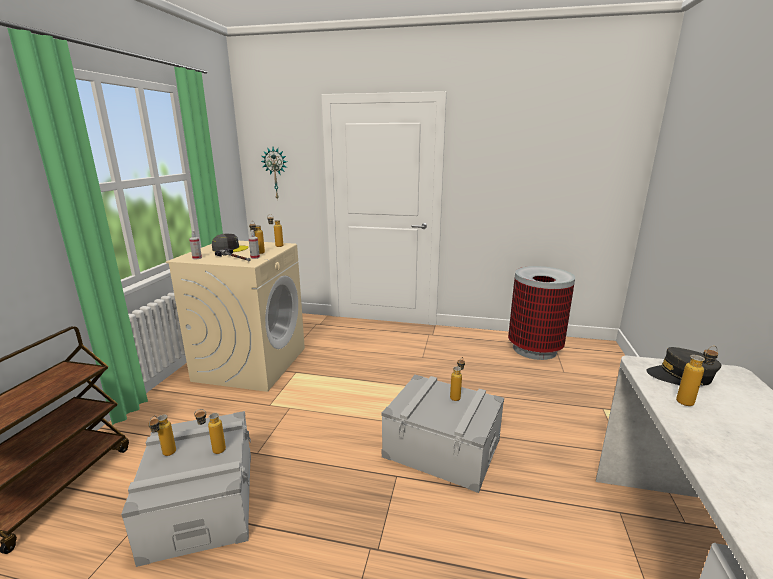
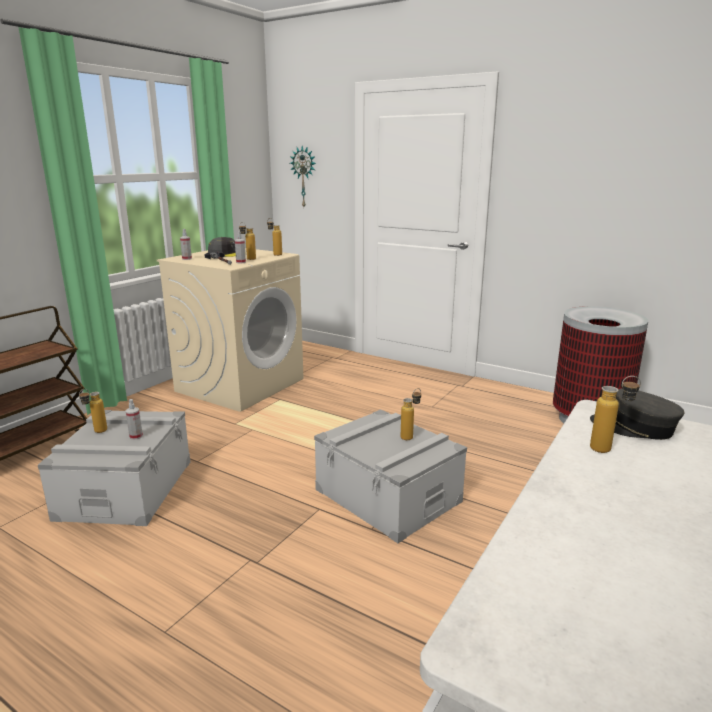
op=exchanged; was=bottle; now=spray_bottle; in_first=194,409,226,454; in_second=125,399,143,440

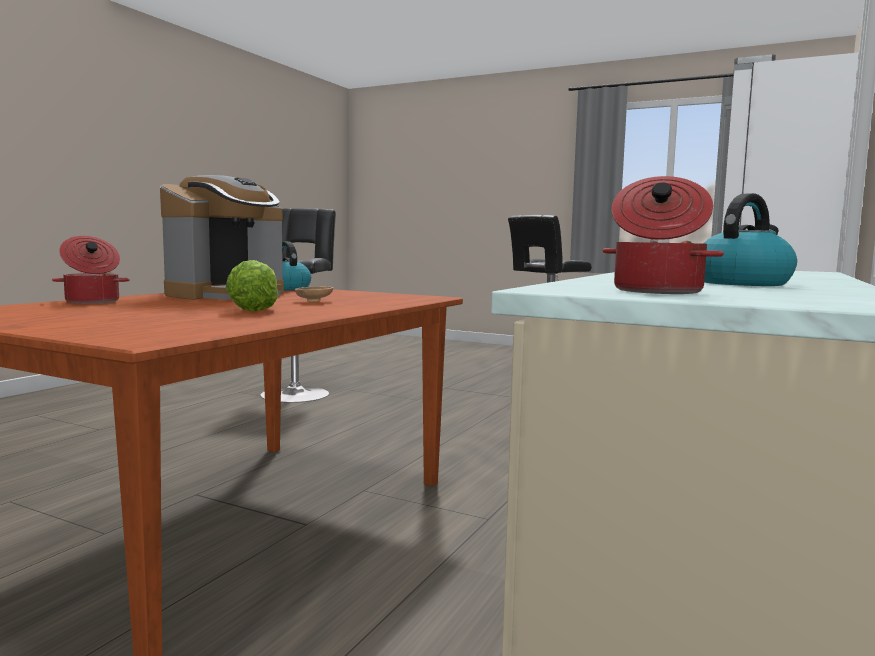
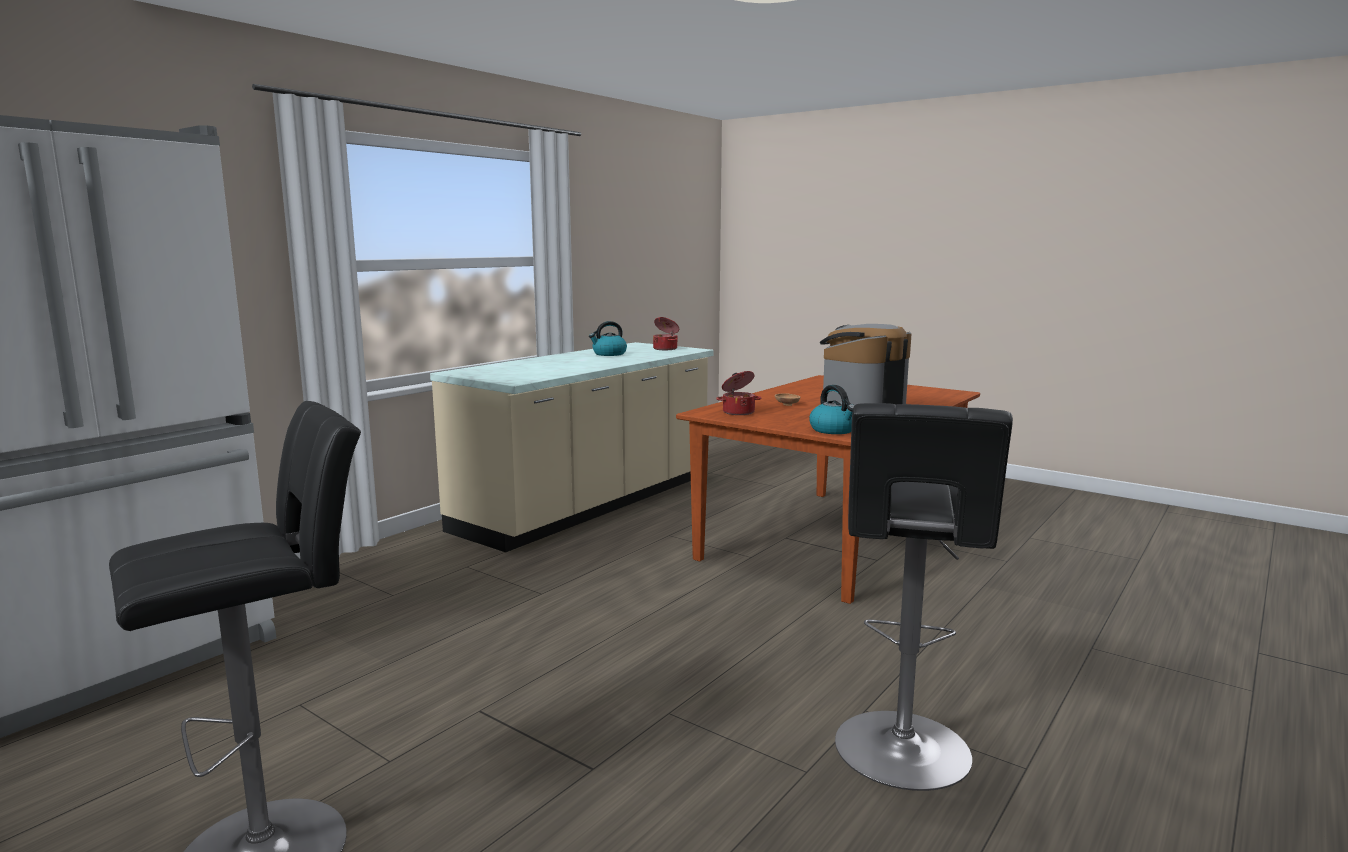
op=relocated; was=cooking_pot; in_first=52,236,130,304; in_second=716,371,761,415
op=missing; was=lettuce; in_first=226,260,278,312

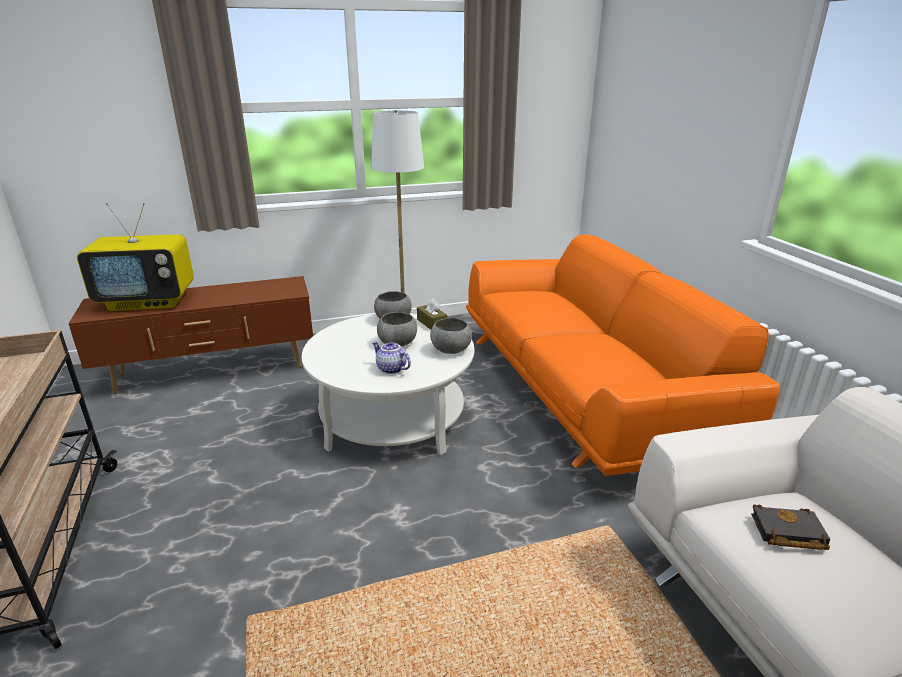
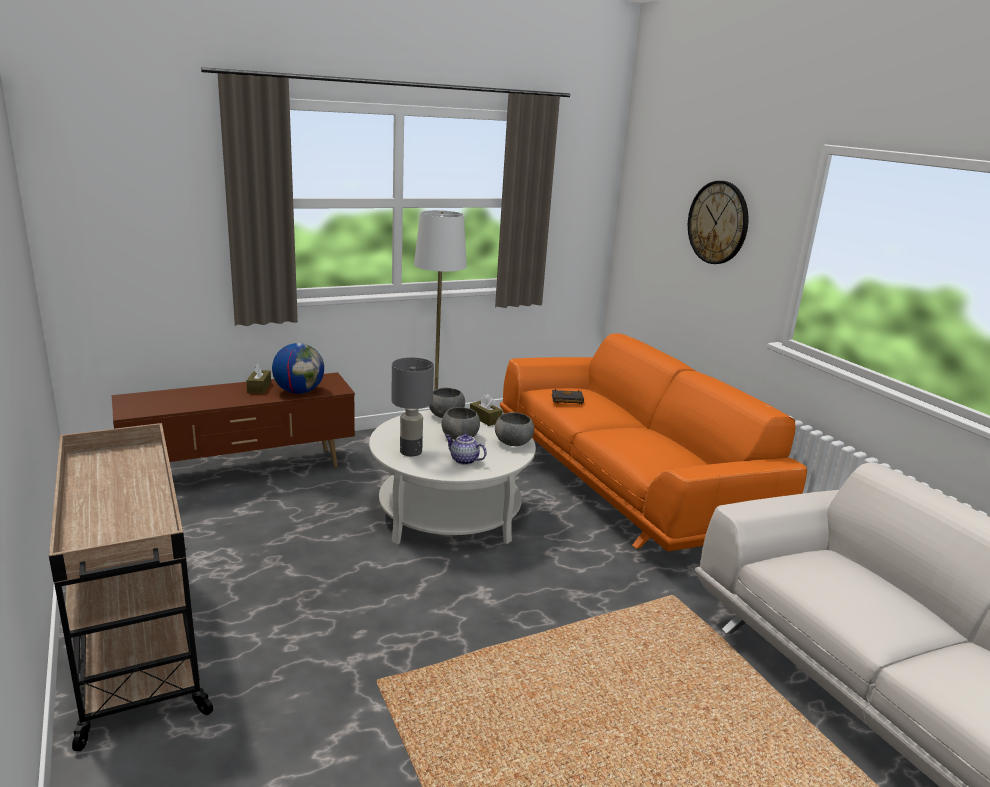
op=missing; was=television; in_first=77,203,194,311
op=relocated; was=black_book; in_first=751,505,830,550; in_second=552,389,584,404
op=appeared; now=wall_clock; in_second=688,181,748,264
op=appeared; now=globe; in_second=272,343,324,394
op=appeared; now=grey_table_lamp; in_second=391,357,434,456
op=appeared; now=brown_tissue_box; in_second=246,363,271,394

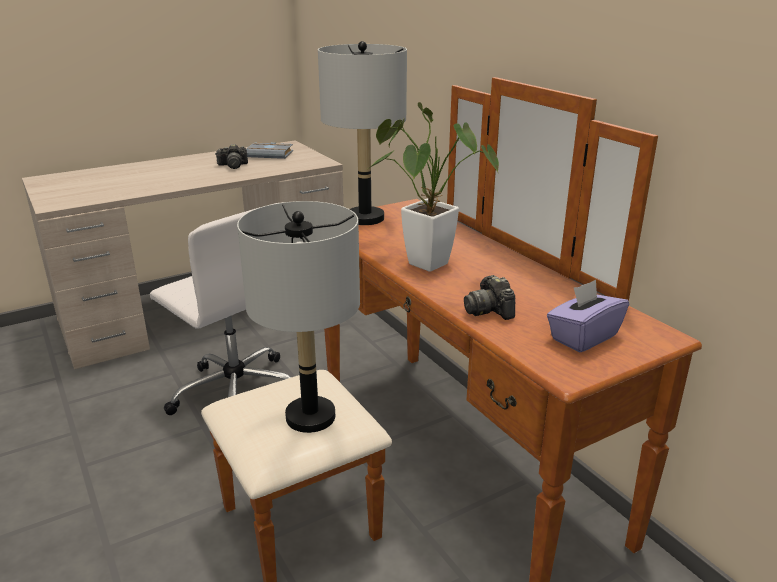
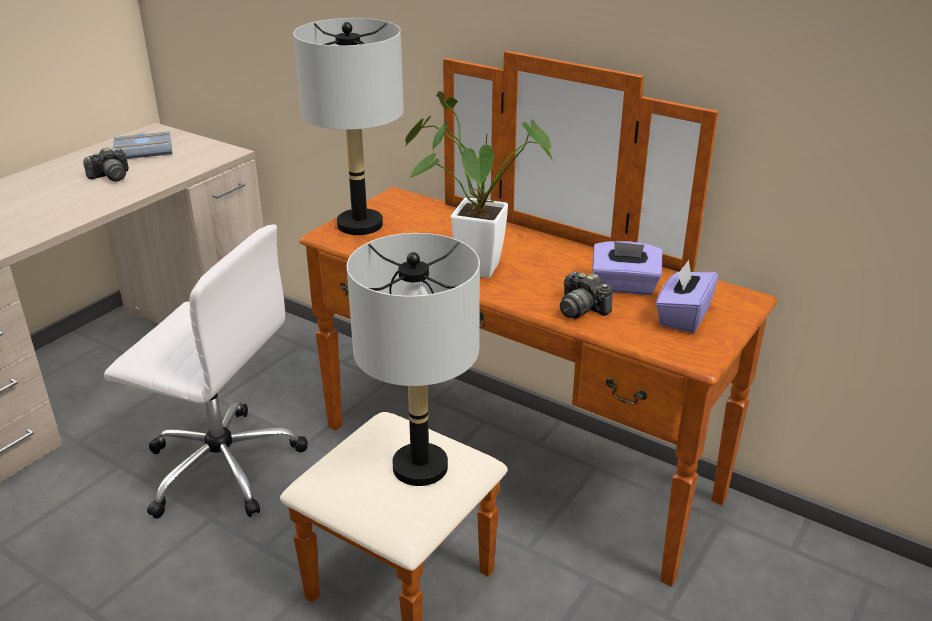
op=appeared; now=purple_tissue_box; in_second=592,241,662,295

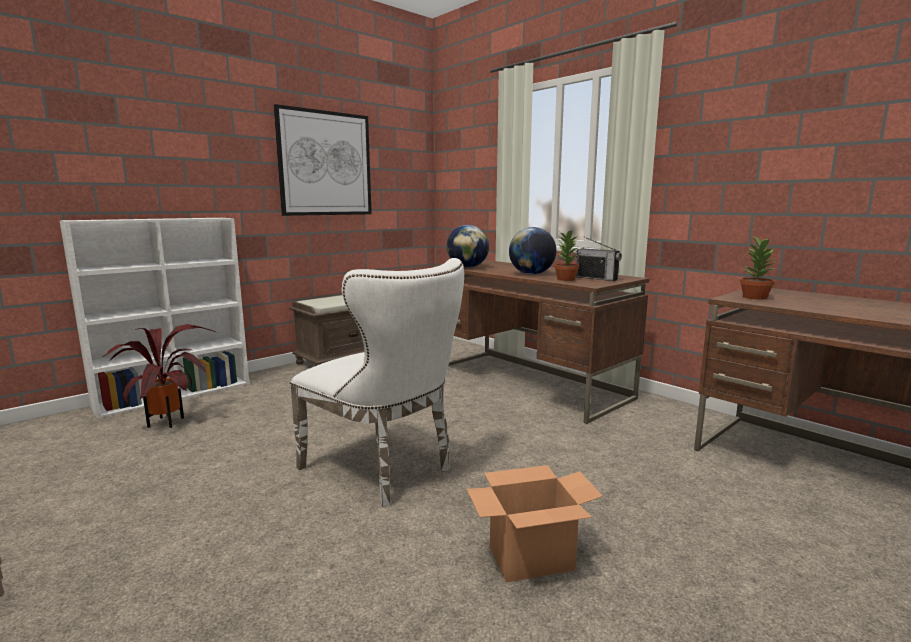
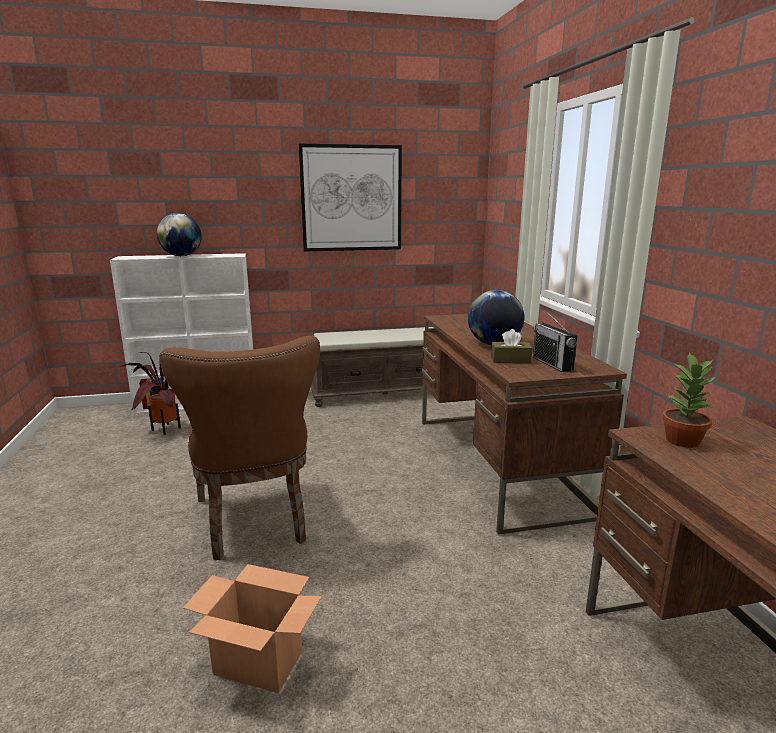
op=relocated; was=globe; in_first=447,225,489,268; in_second=157,213,202,256
op=exchanged; was=potted_plant; now=brown_tissue_box; in_first=554,231,579,281; in_second=491,329,532,363
op=colour; was=white_chair; now=brown_chair; in_first=290,258,464,507; in_second=160,336,320,560

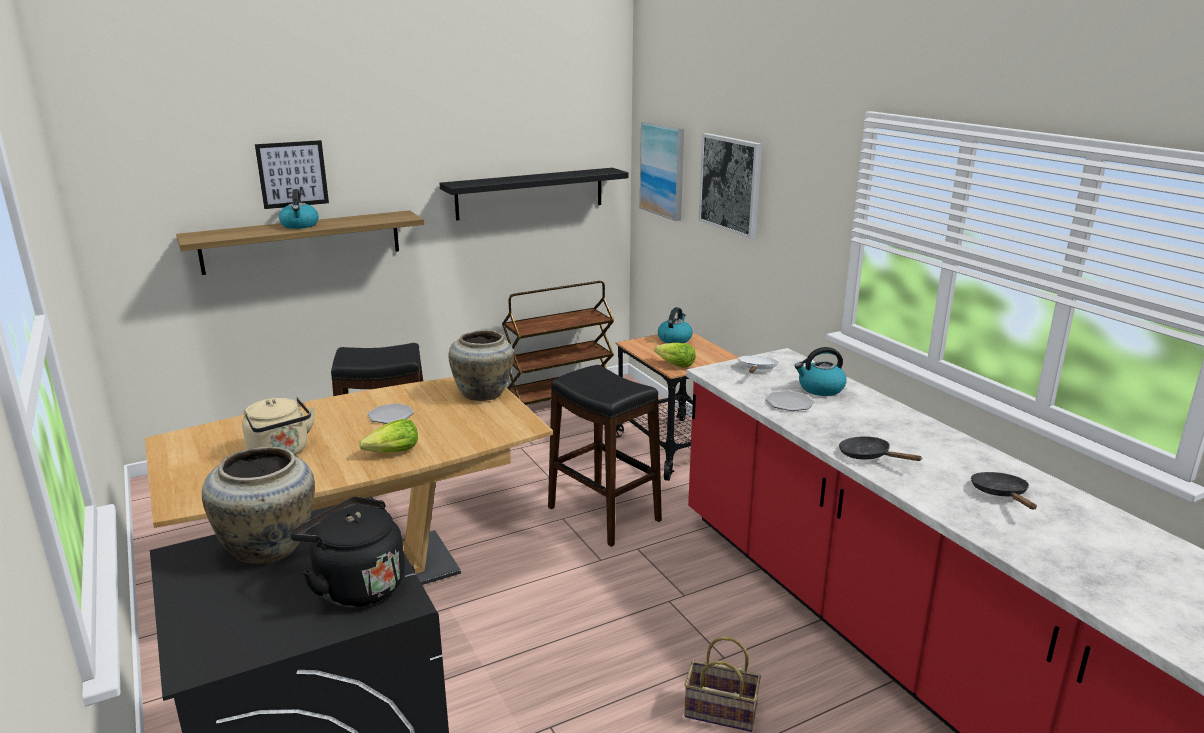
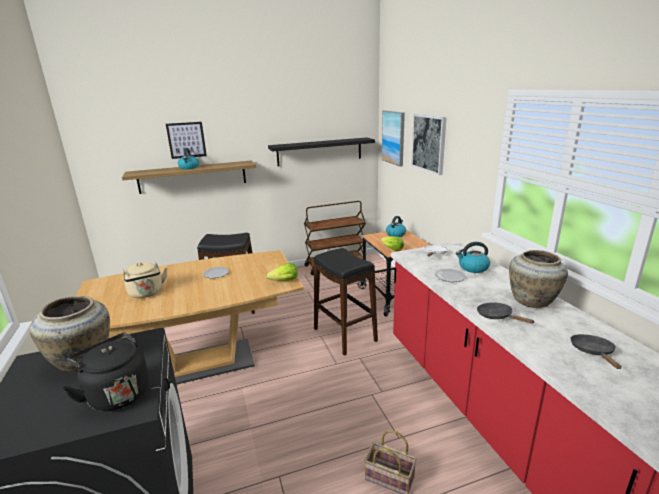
op=relocated; was=beige_vase; in_first=449,330,514,401; in_second=509,250,568,308
op=relocated; was=lettuce; in_first=359,419,418,452; in_second=266,263,298,281

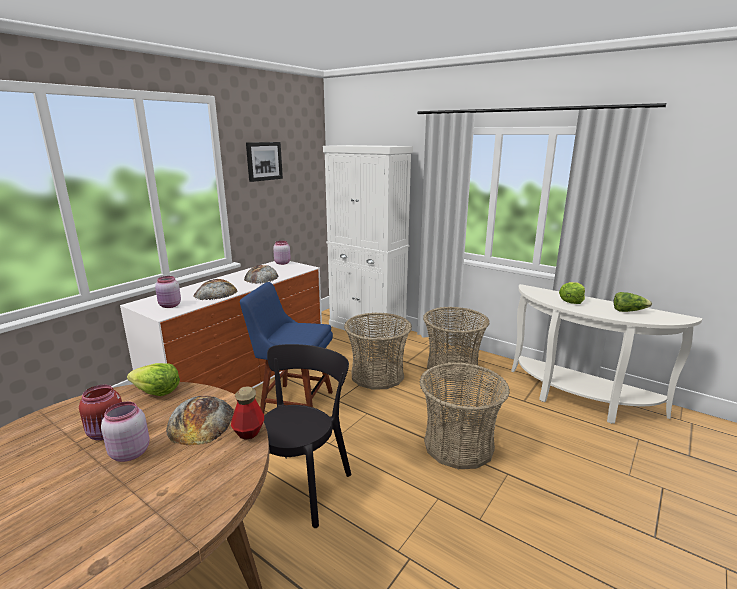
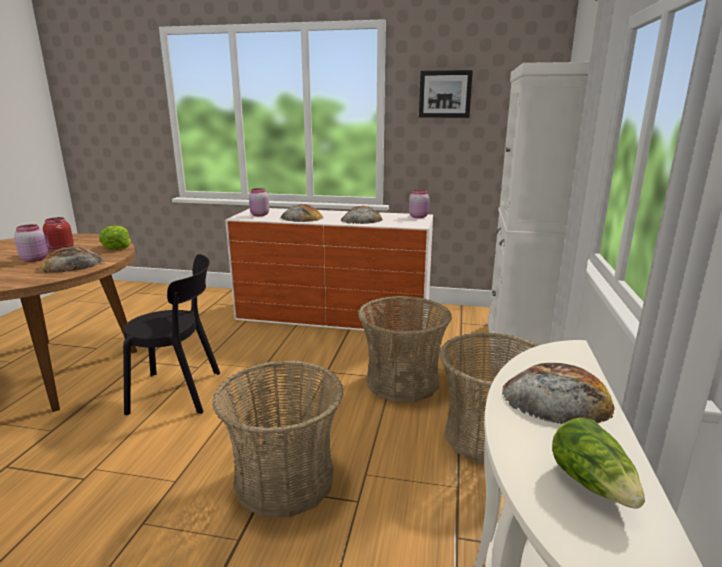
op=missing; was=blue_chair; in_first=240,282,333,414
op=exchanged; was=lettuce; now=bread; in_first=559,282,585,304; in_second=502,363,615,424
op=missing; was=bottle; in_first=231,386,264,440

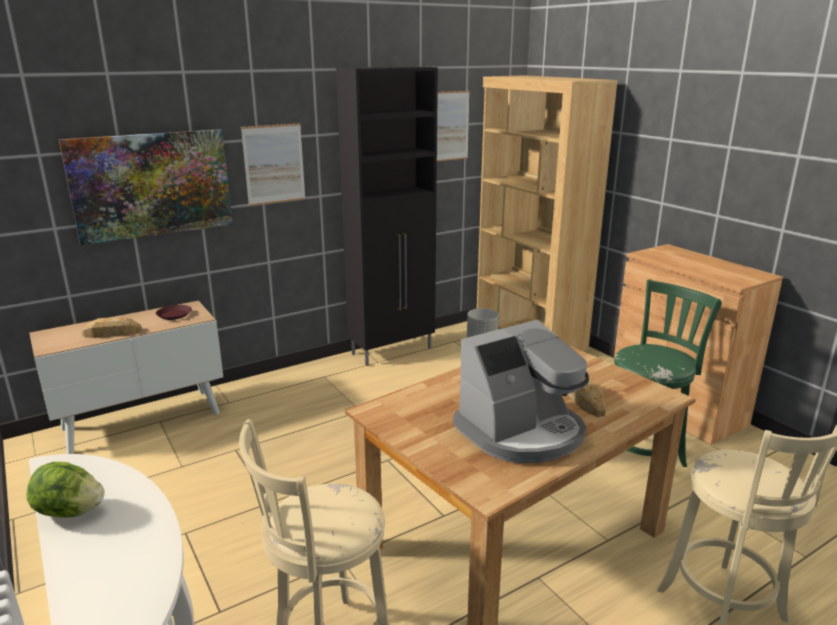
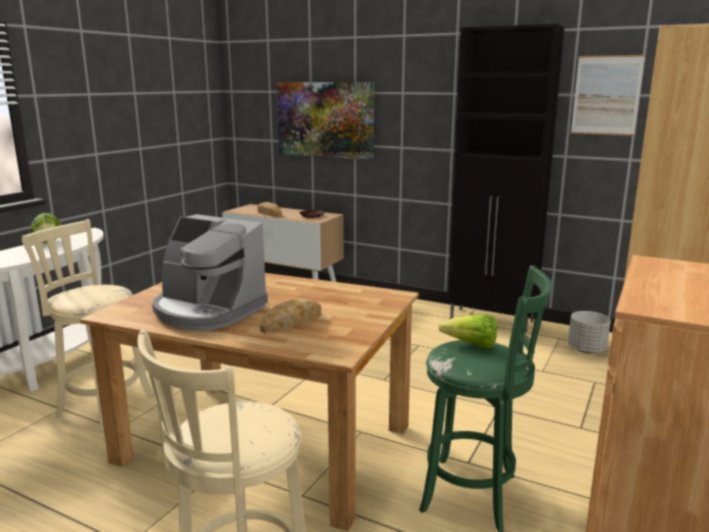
op=missing; was=picture; in_first=241,123,306,206
op=appeared; now=lettuce; in_second=438,314,497,348

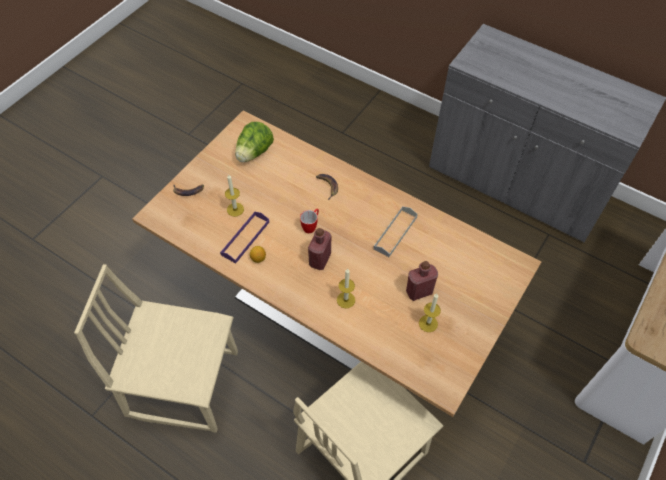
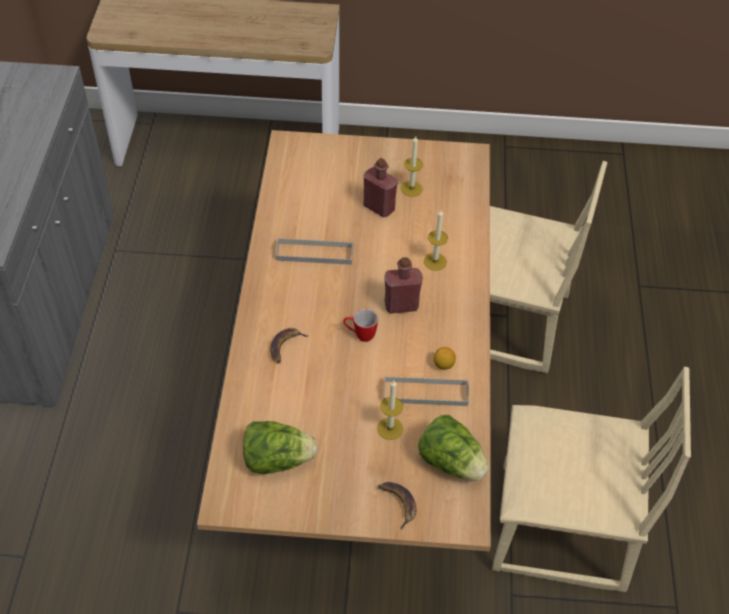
op=colour; was=purple_tray; now=grey_tray; in_first=220,211,269,263; in_second=384,377,469,406
op=spun; was=beige_chair; in_first=74,264,238,433; in_second=492,367,691,592; clockwise=-60
op=appeared; now=lettuce; in_second=418,415,489,481

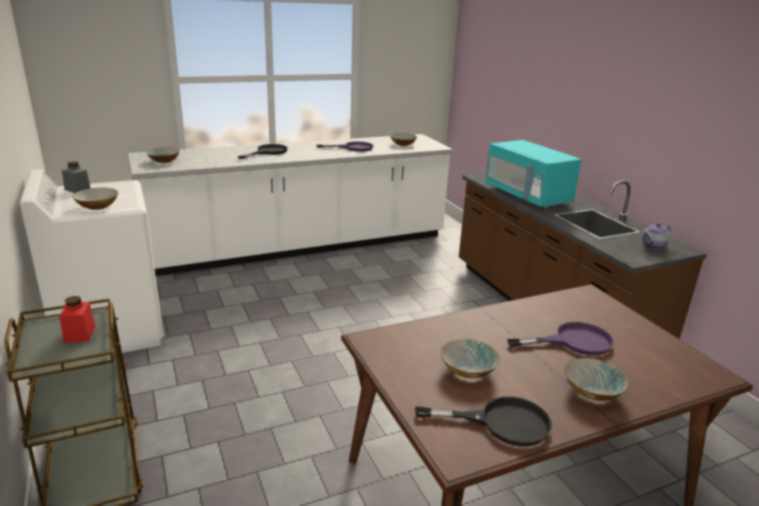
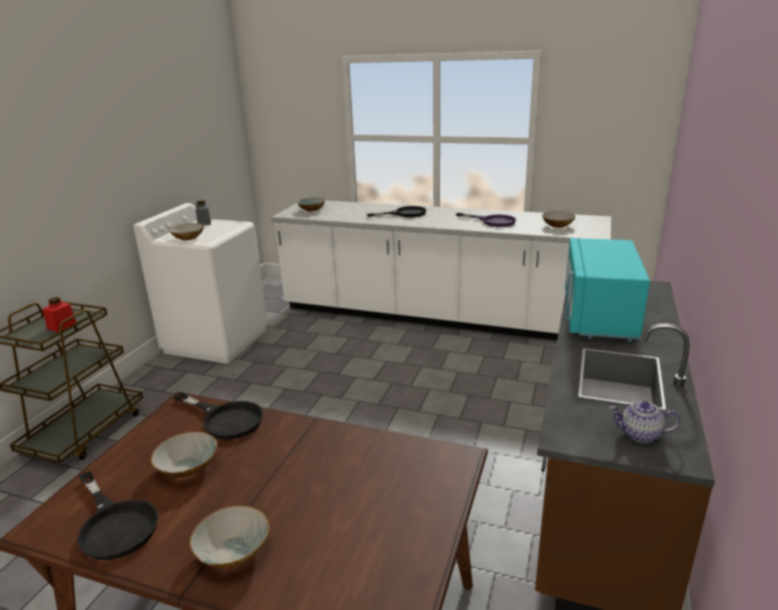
op=missing; was=purple_frying_pan; in_first=507,322,614,355
op=appeared; now=black_frying_pan; in_second=173,392,263,440

